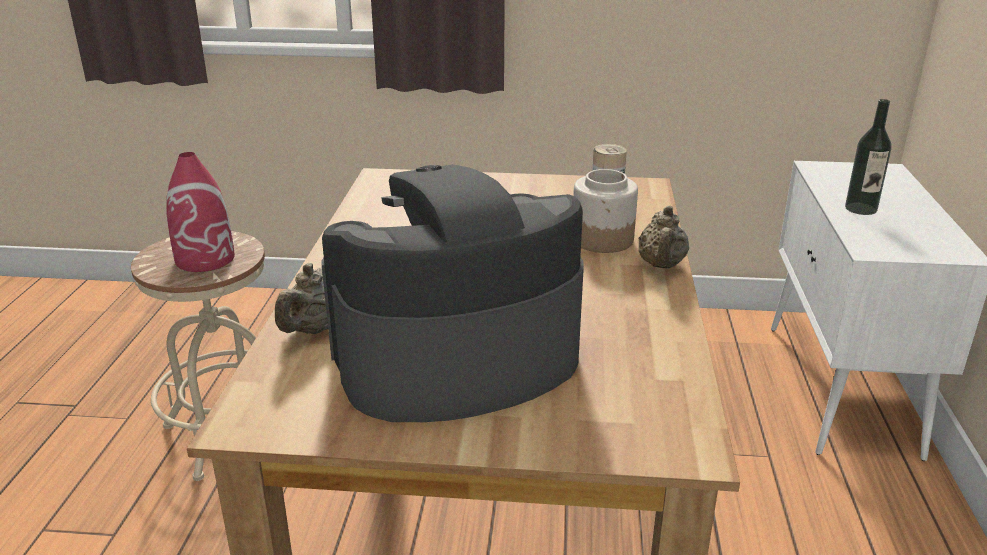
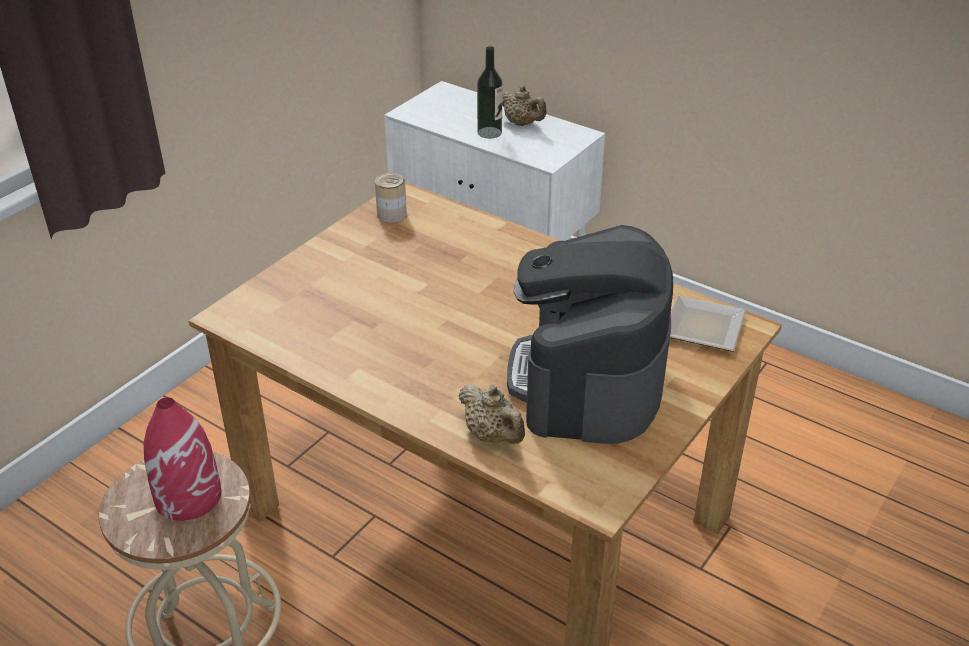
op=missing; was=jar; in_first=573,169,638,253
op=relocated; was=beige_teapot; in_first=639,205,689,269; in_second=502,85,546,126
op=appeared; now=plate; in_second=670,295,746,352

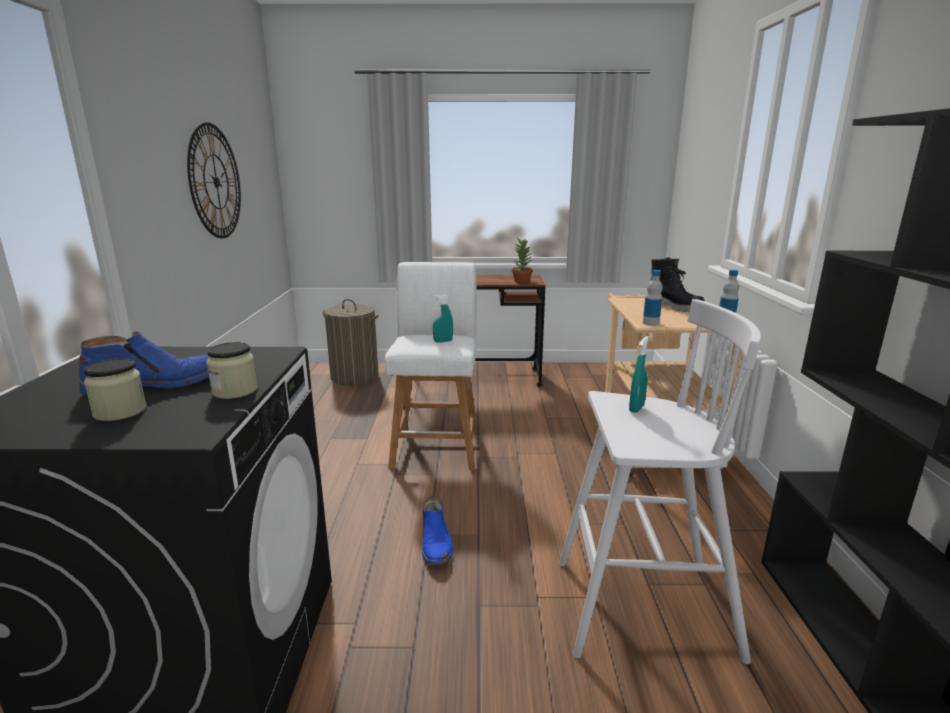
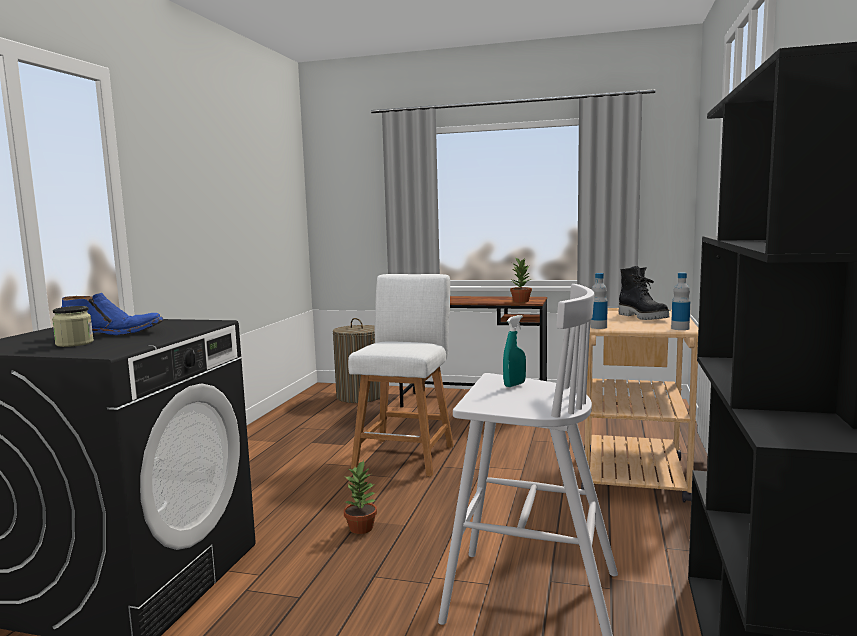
op=missing; was=wall_clock; in_first=187,122,241,238
op=missing; was=turquoise_spray_bottle; in_first=433,295,453,343
op=missing; was=jar; in_first=206,342,258,399
op=exchanged; was=blue_boot; now=potted_plant; in_first=422,496,453,565; in_second=344,460,377,534

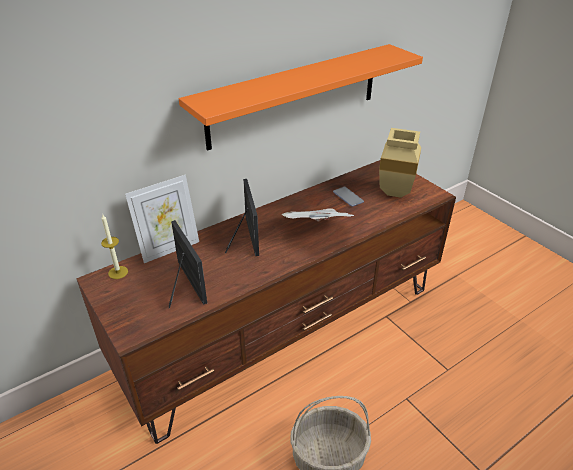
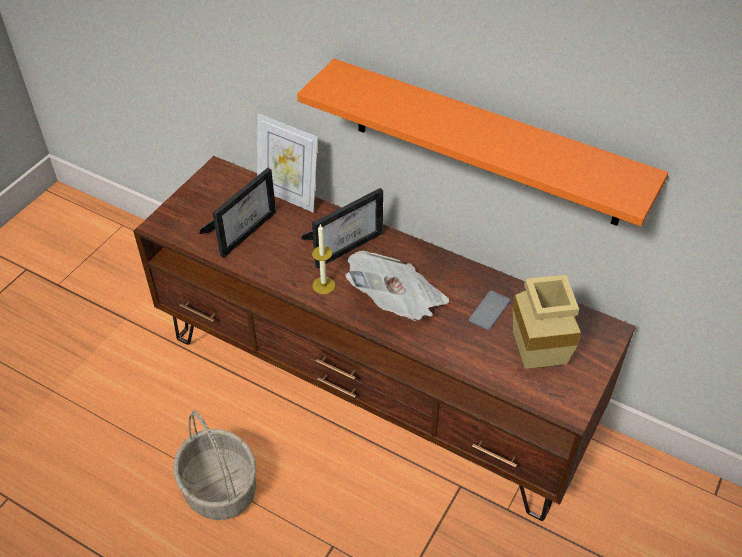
op=relocated; was=candle; in_first=101,215,128,279; in_second=312,224,335,294

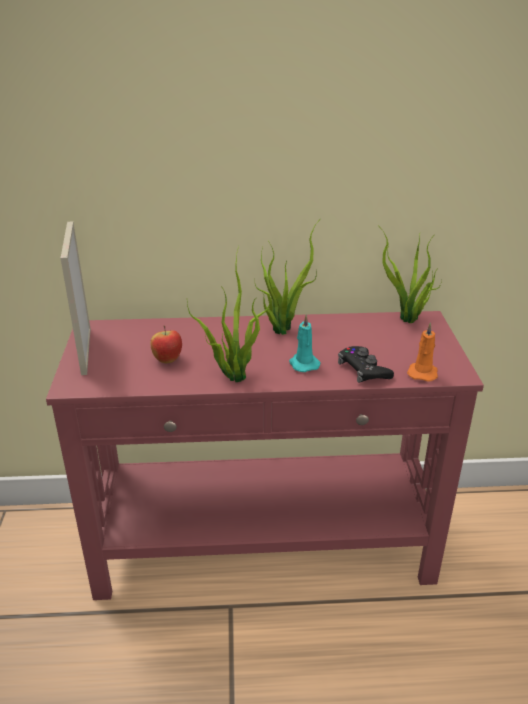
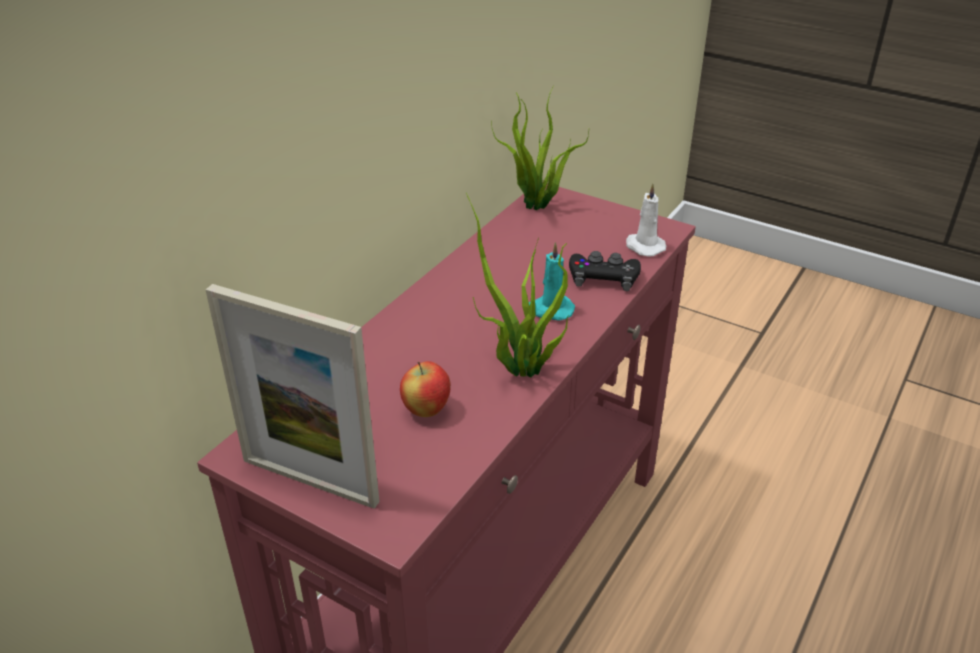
op=missing; was=potted_plant; in_first=254,218,321,335
op=colour; was=orange_candle; now=white_candle; in_first=407,322,438,382; in_second=626,183,666,257

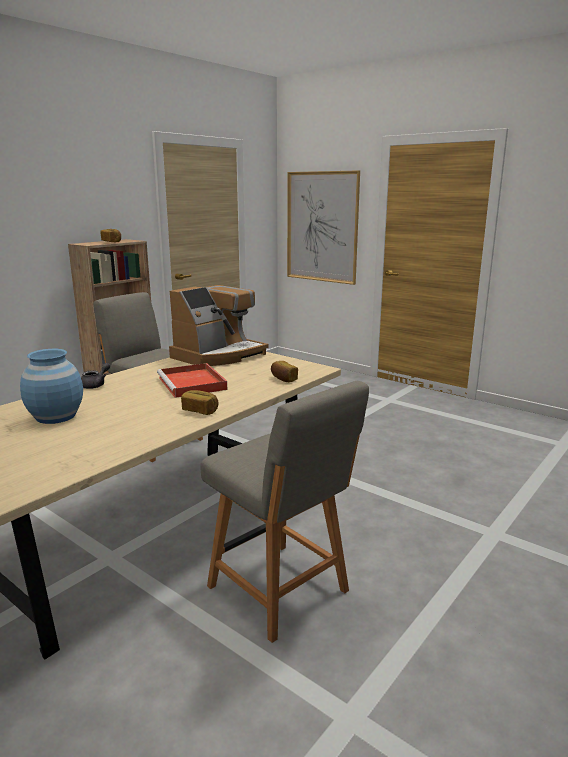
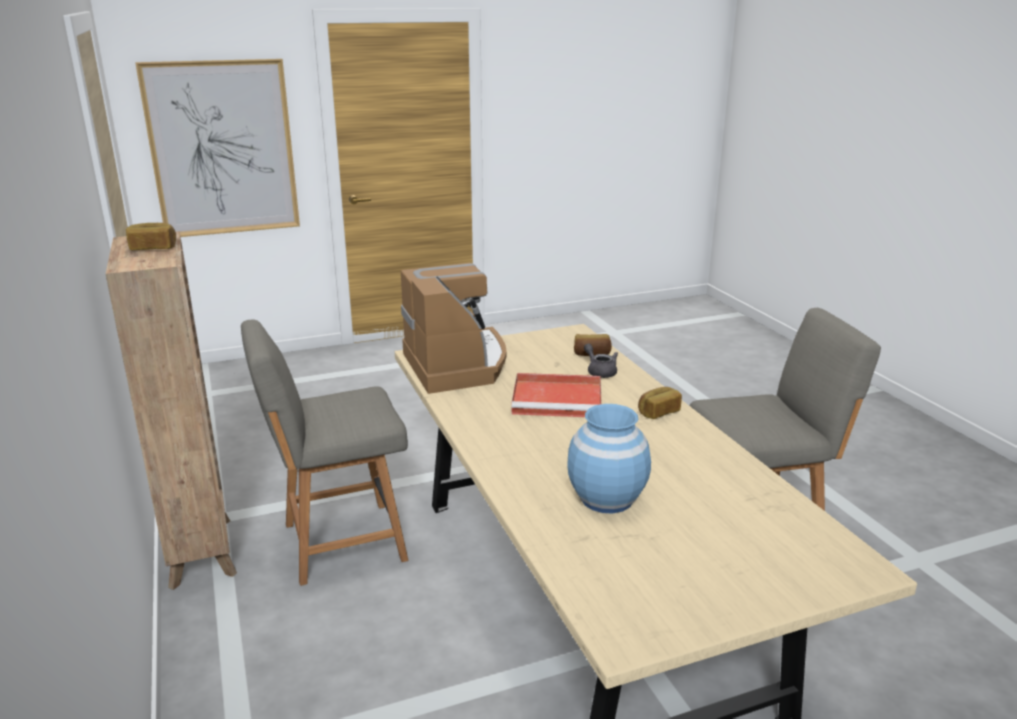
op=relocated; was=grey_teapot; in_first=81,363,110,389; in_second=584,343,618,378

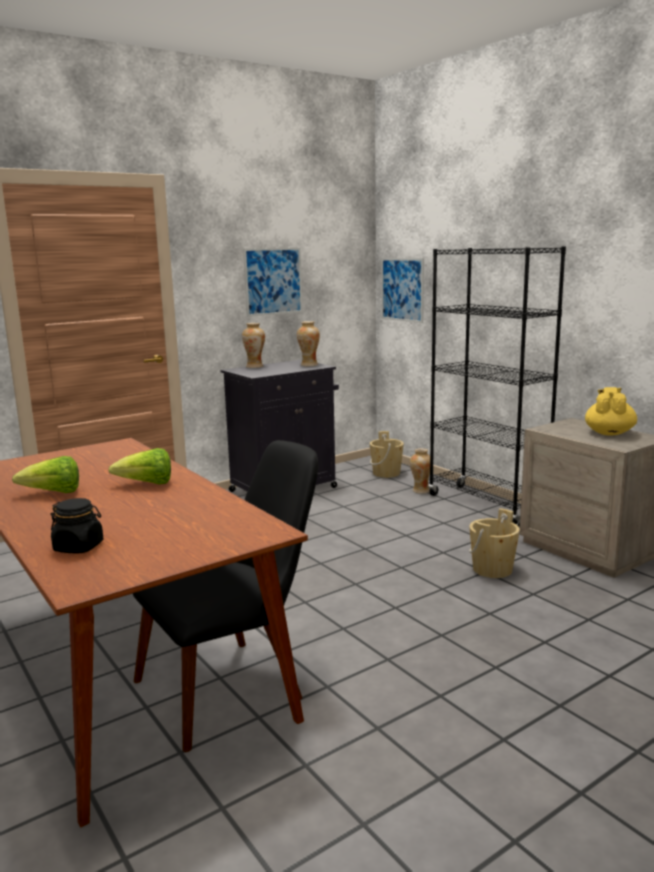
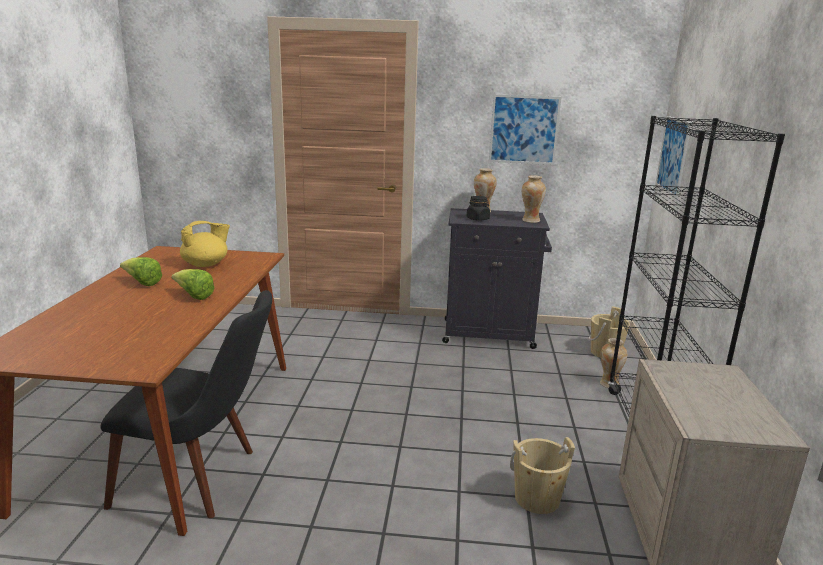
op=relocated; was=yellow_teapot; in_first=585,387,637,436; in_second=180,221,230,267
op=relocated; was=black_jar; in_first=51,498,103,553; in_second=467,196,490,221

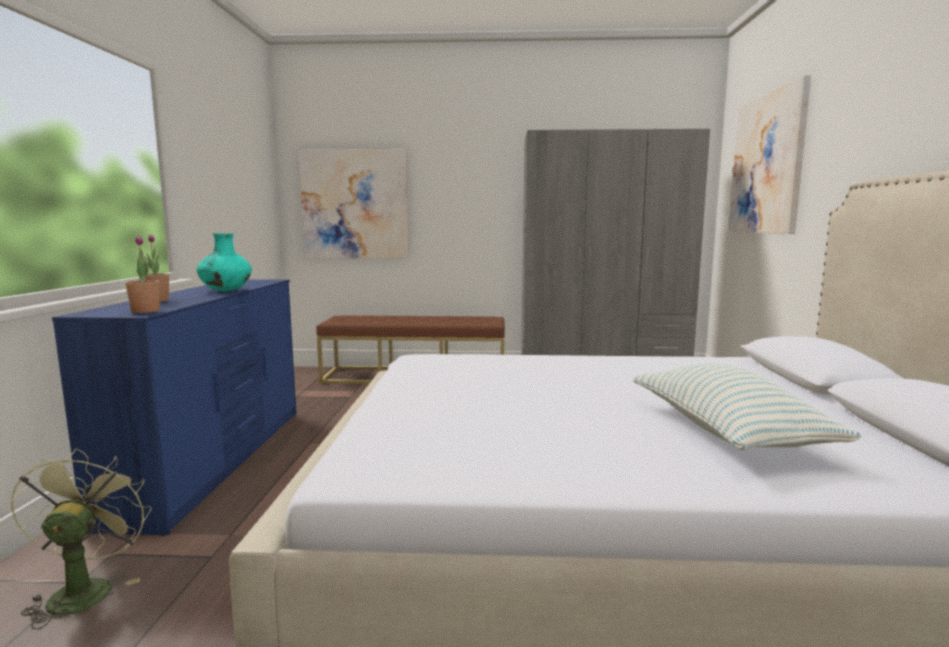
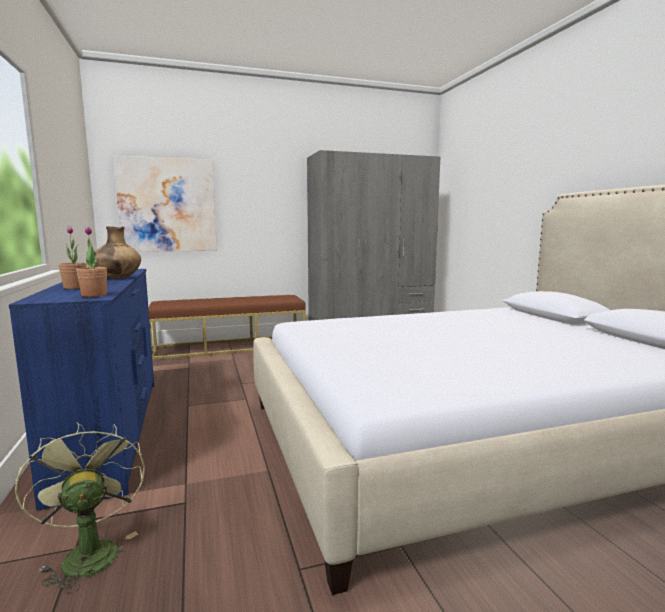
op=missing; was=picture; in_first=729,75,811,234
op=colour; was=turquoise_vase; now=brown_vase; in_first=197,233,252,291; in_second=94,226,141,279
op=missing; was=pillow; in_first=633,363,861,451

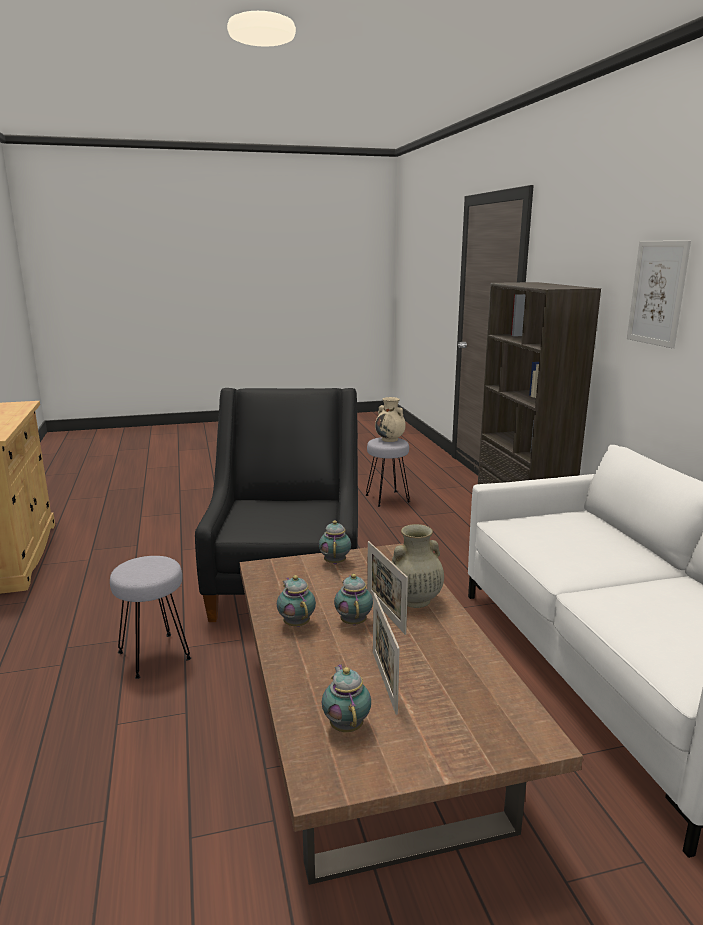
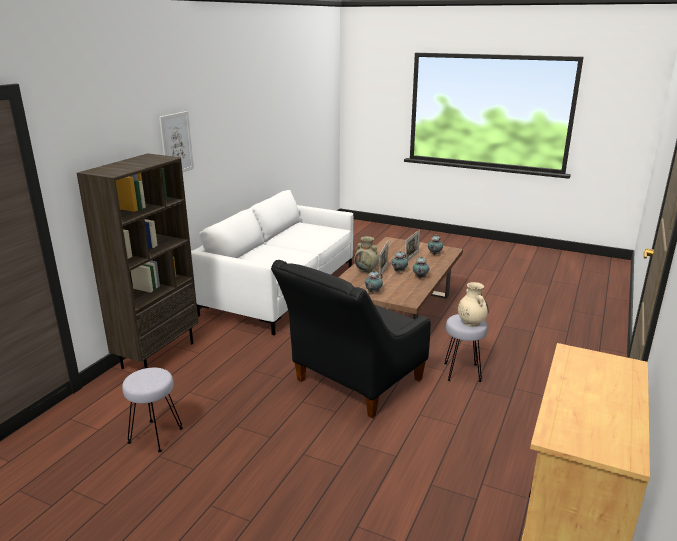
op=relocated; was=beige_vase; in_first=375,397,406,442; in_second=458,282,489,327

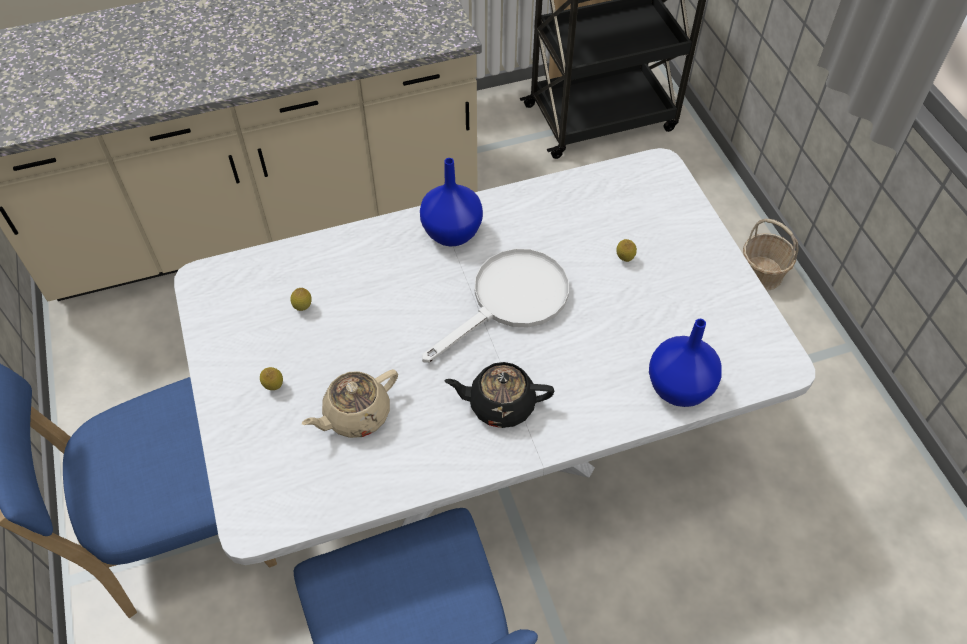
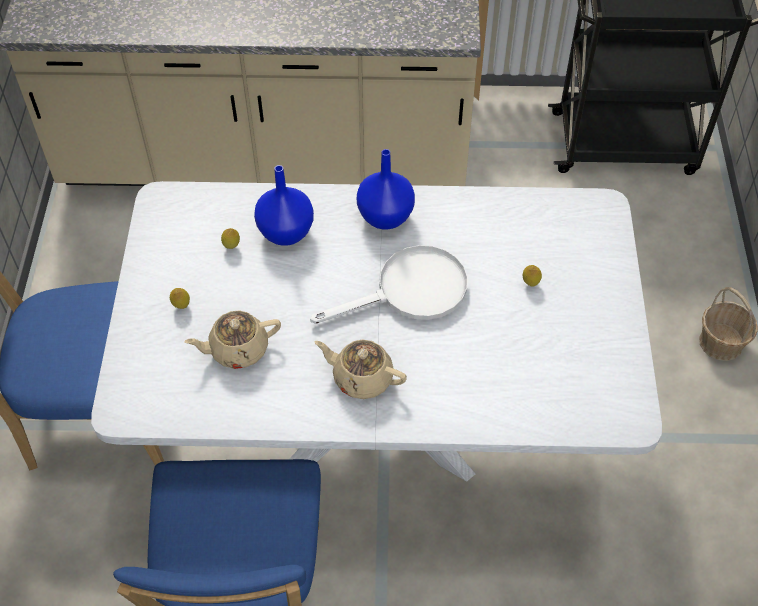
op=relocated; was=blue_vase; in_first=649,319,722,407; in_second=254,165,314,246
op=colour; was=black_teapot; now=beige_teapot; in_first=444,362,554,428; in_second=314,340,407,399

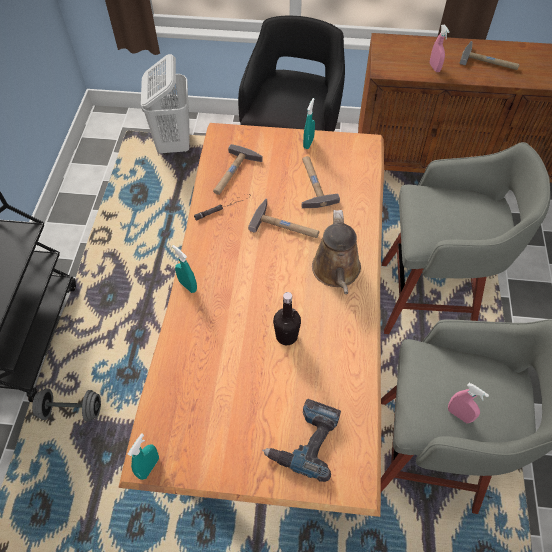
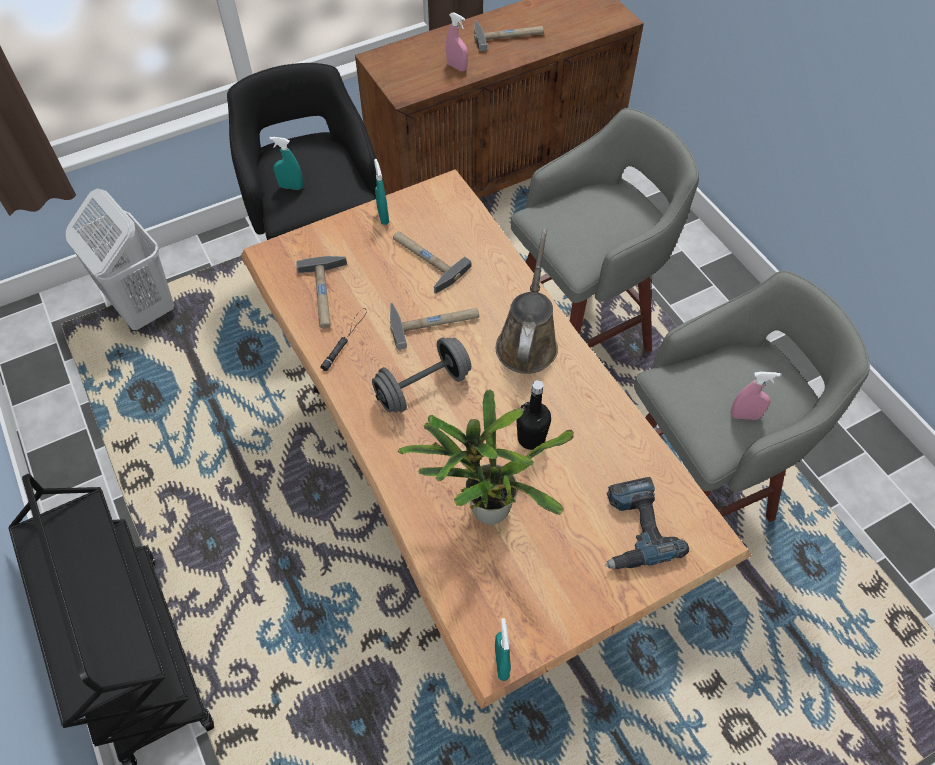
op=spun; was=brown_watering_can; in_first=312,210,361,294; in_second=496,229,558,374; clockwise=-135
op=relocated; was=turquoise_spray_bottle; in_first=172,245,197,293; in_second=269,137,303,190
op=relocated; was=grey_dumbbell; in_first=32,389,101,422; in_second=372,337,471,412
op=appeared; now=potted_plant; in_second=397,388,574,525

